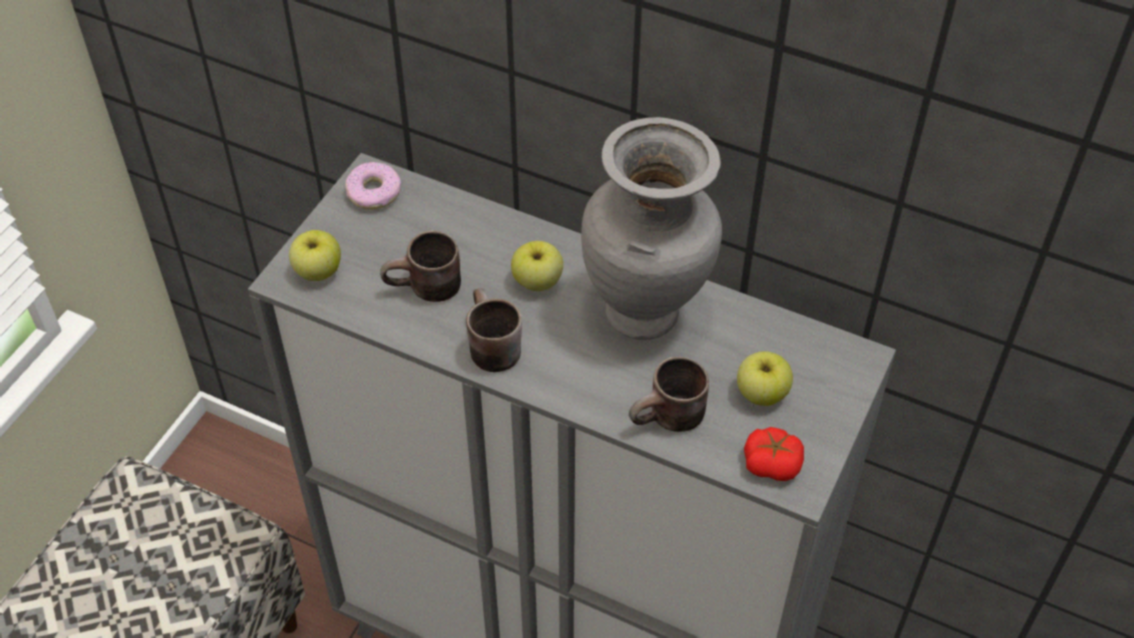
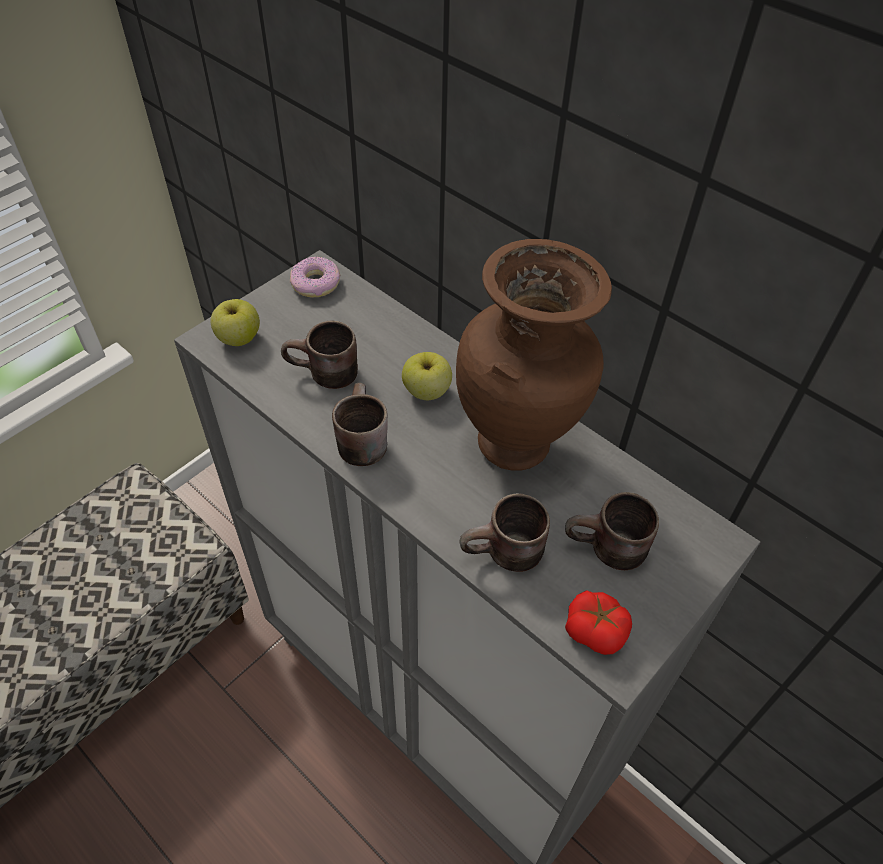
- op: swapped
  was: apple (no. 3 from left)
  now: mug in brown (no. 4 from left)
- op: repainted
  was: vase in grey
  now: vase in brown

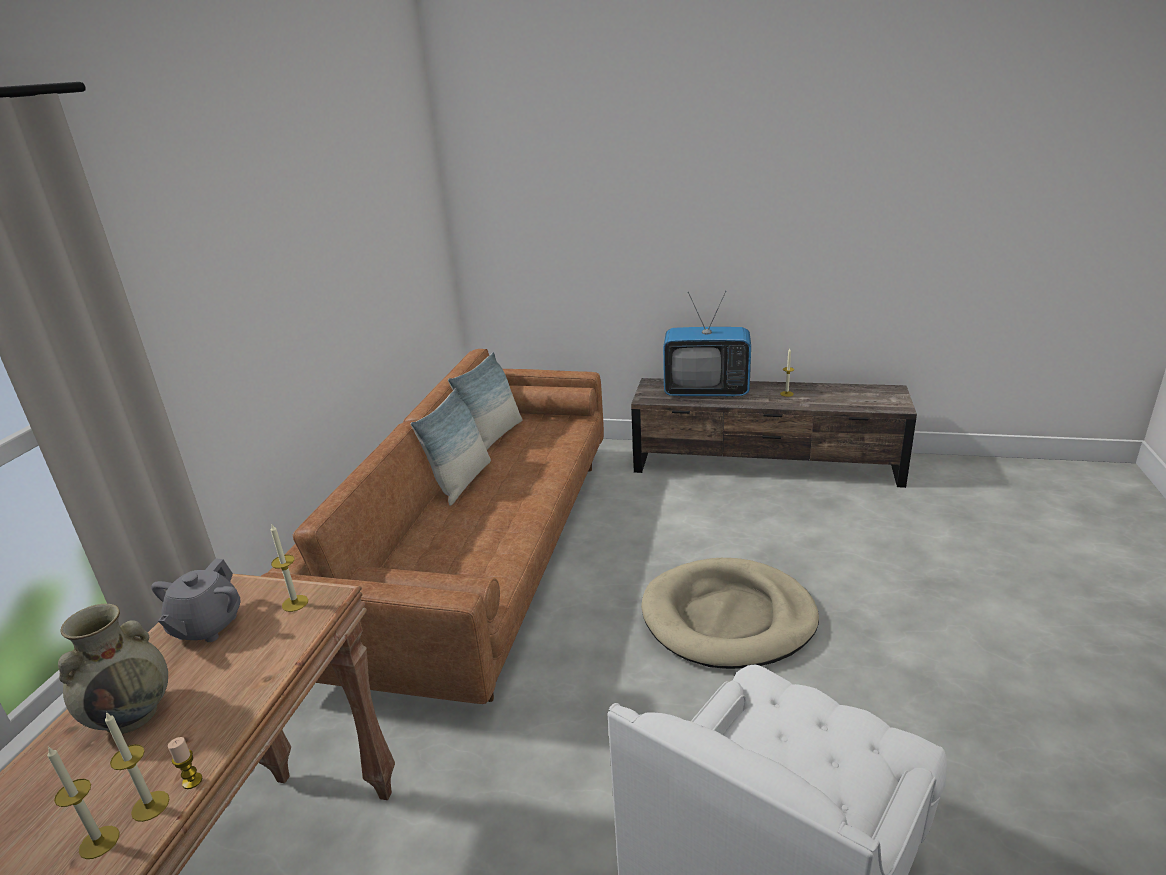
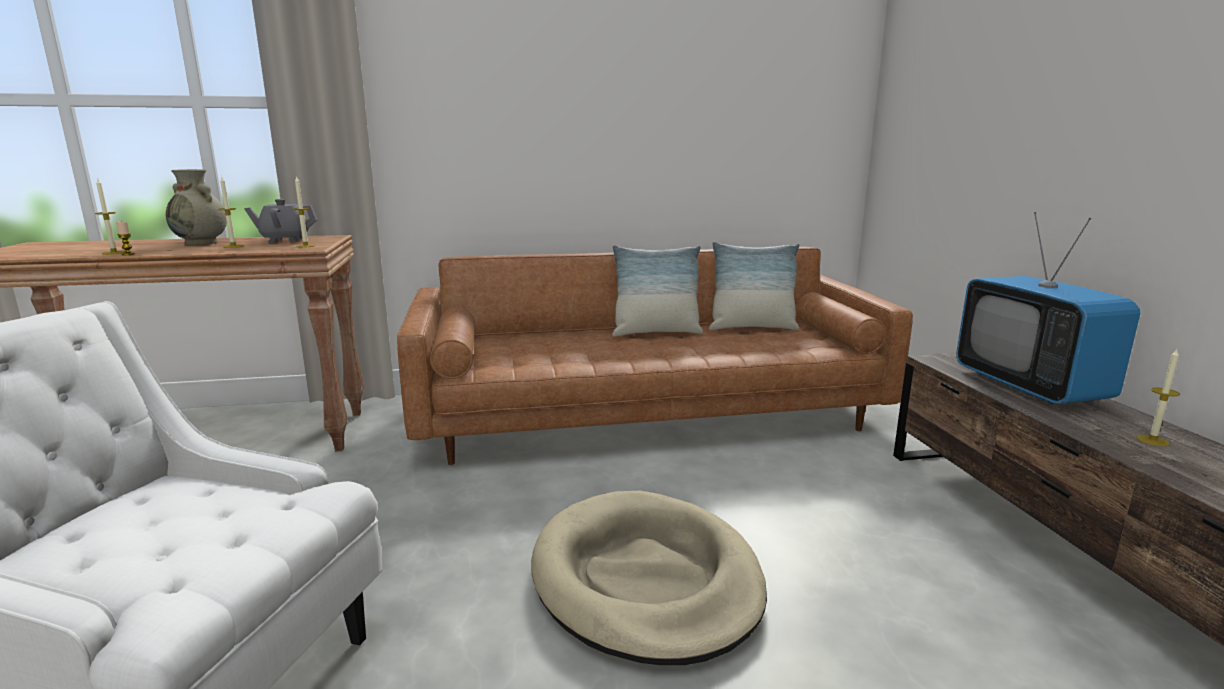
- op: shifted
  was: candle (no. 1 from left in the first image)
  now: candle (no. 3 from left)

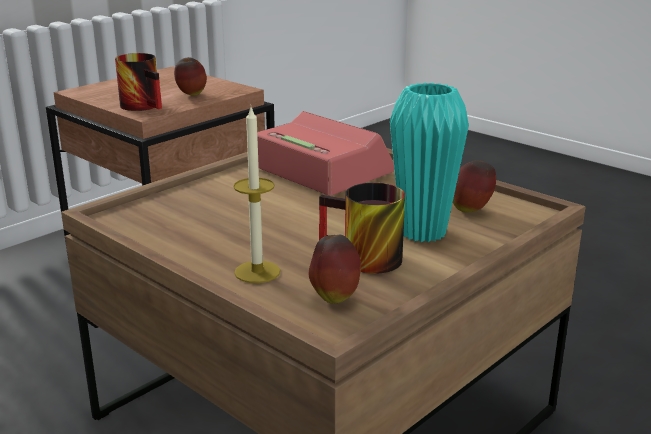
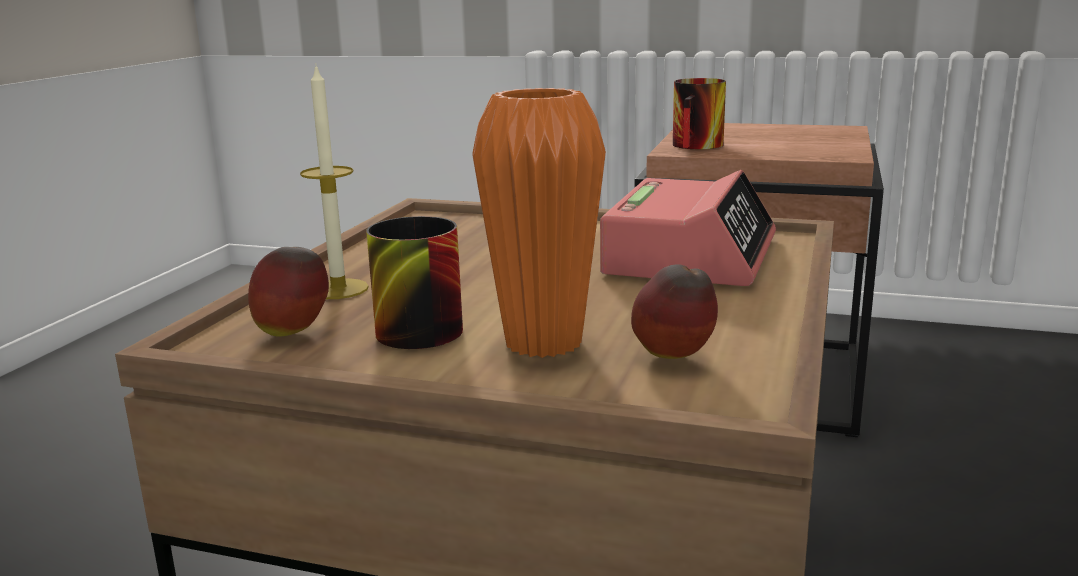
- op: gone
  was: apple (no. 1 from left)
- op: repainted
  was: vase in turquoise
  now: vase in orange

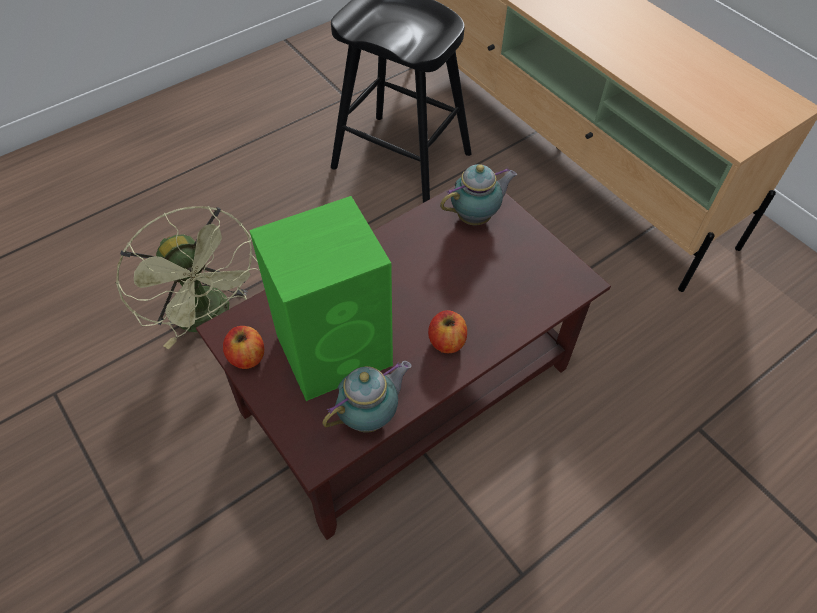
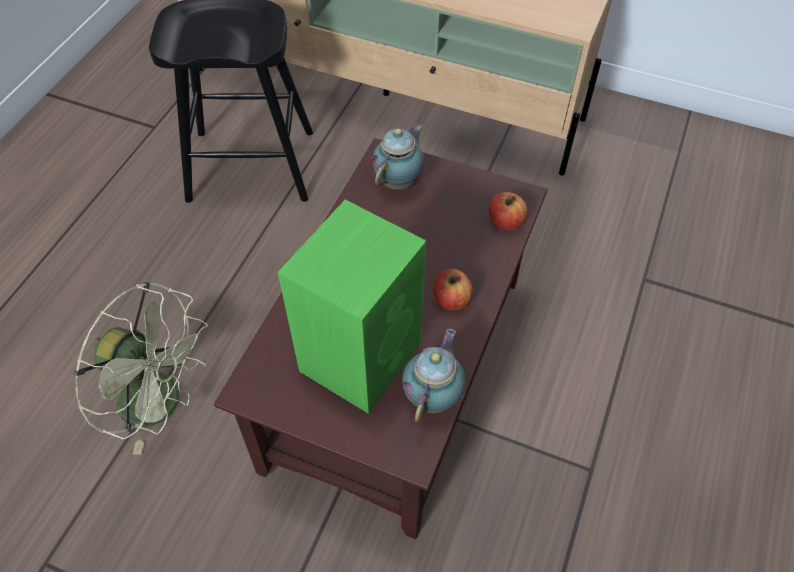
- op: shifted
  was: apple (no. 1 from left in the first image)
  now: apple (no. 2 from left)

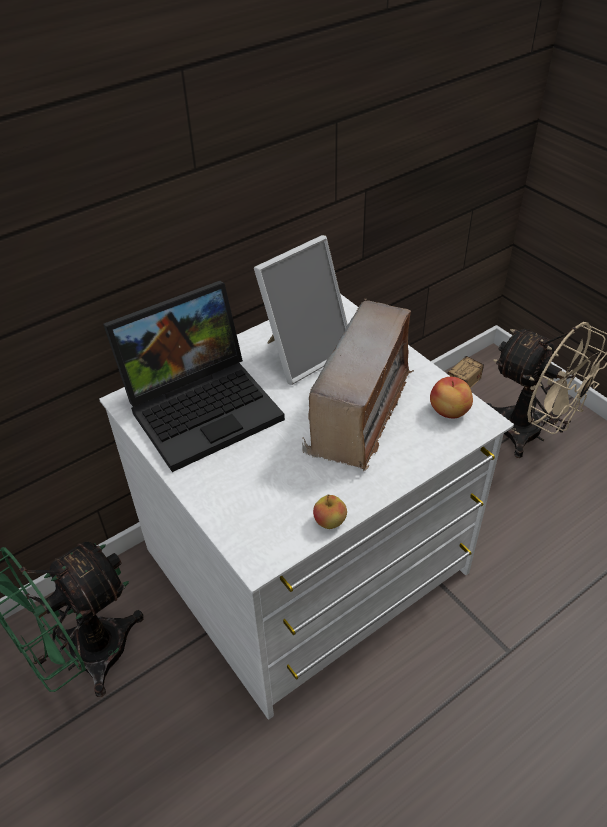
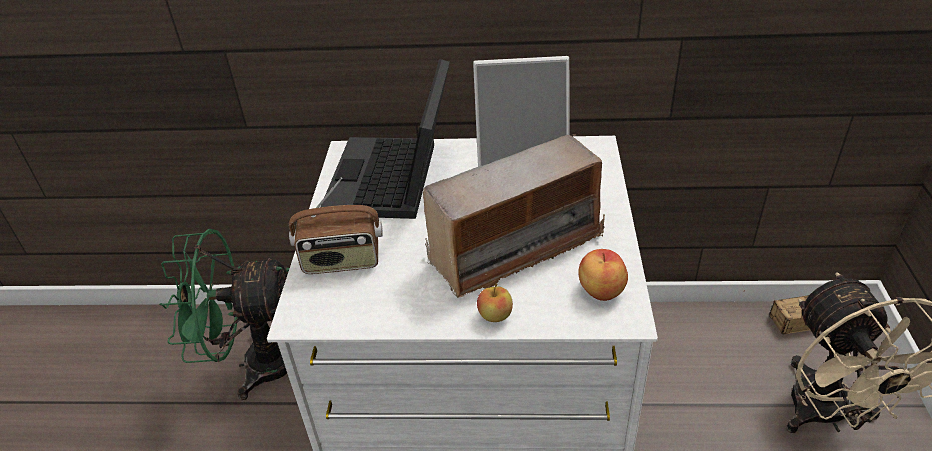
- op: new
  now: radio (no. 1 from left)
- op: shifted
  was: apple (no. 1 from left)
- op: rotated
  was: laptop
  clockwise: 90

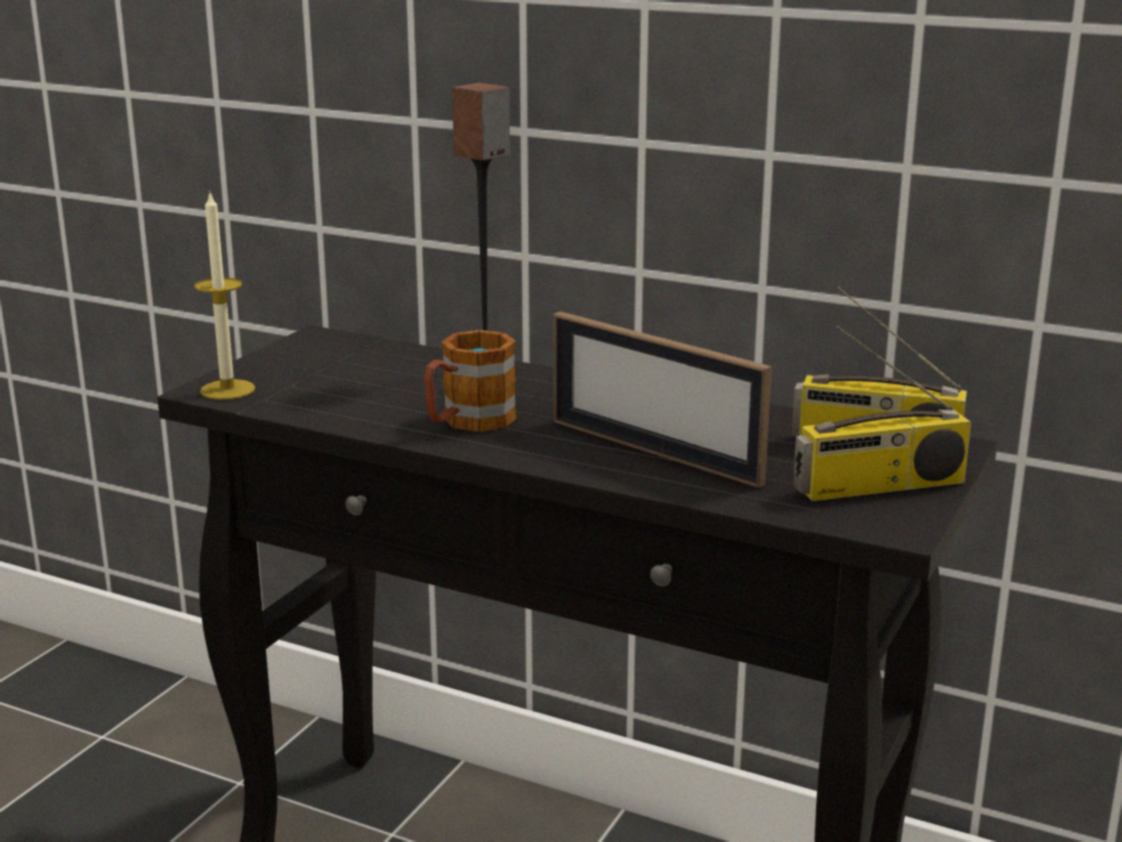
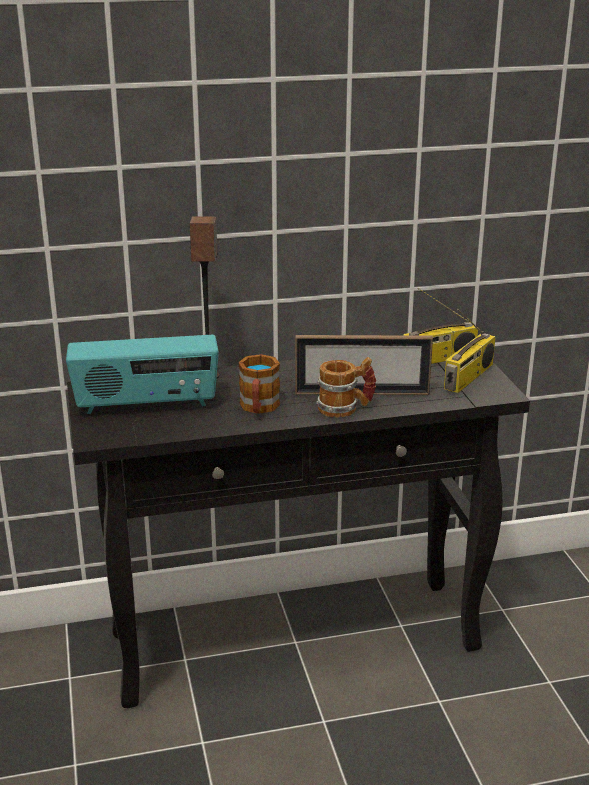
- op: gone
  was: candle
- op: new
  now: radio (no. 1 from left)
- op: new
  now: mug (no. 2 from left)

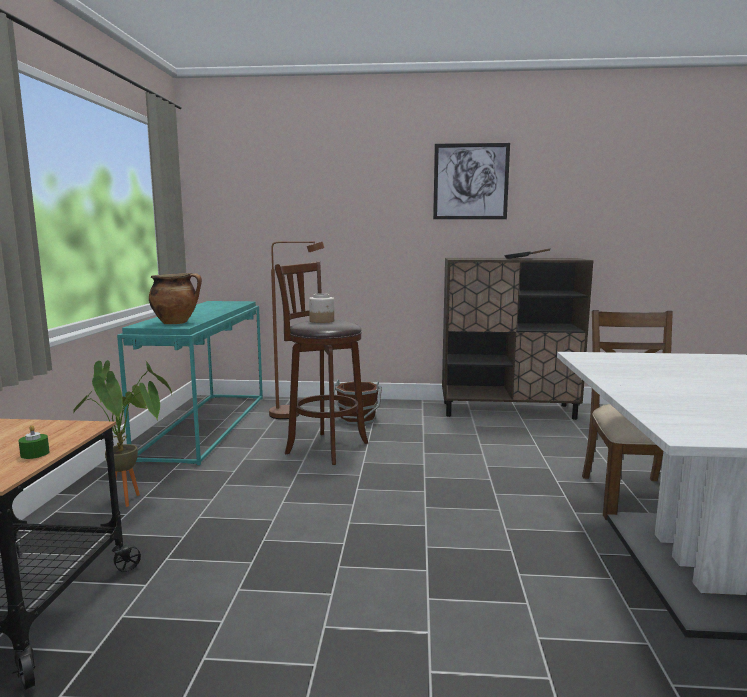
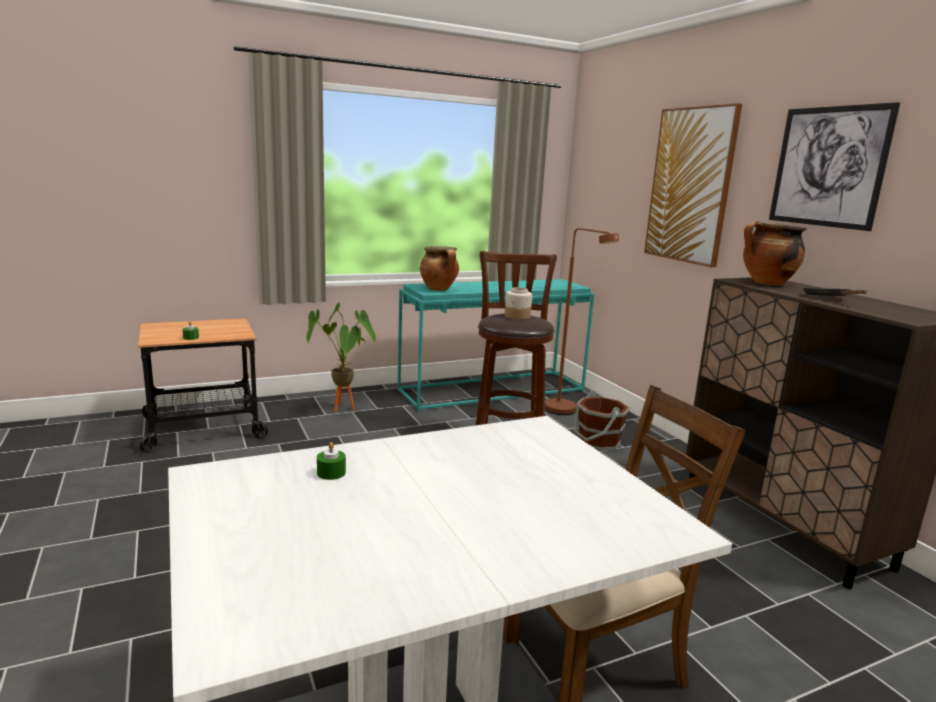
- op: new
  now: candle in green (no. 2 from left)
- op: new
  now: picture (no. 1 from left)
- op: new
  now: cooking pot (no. 2 from left)

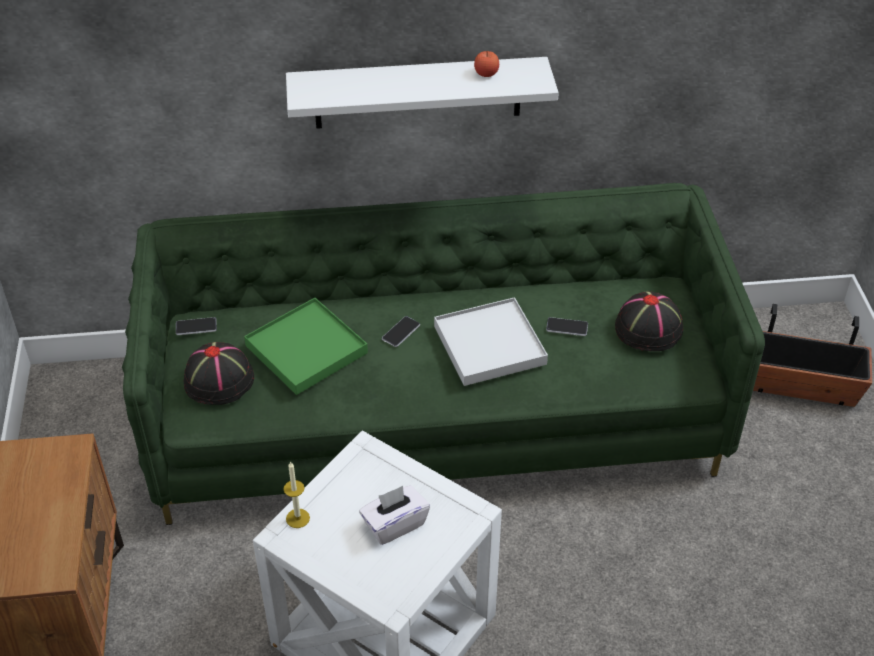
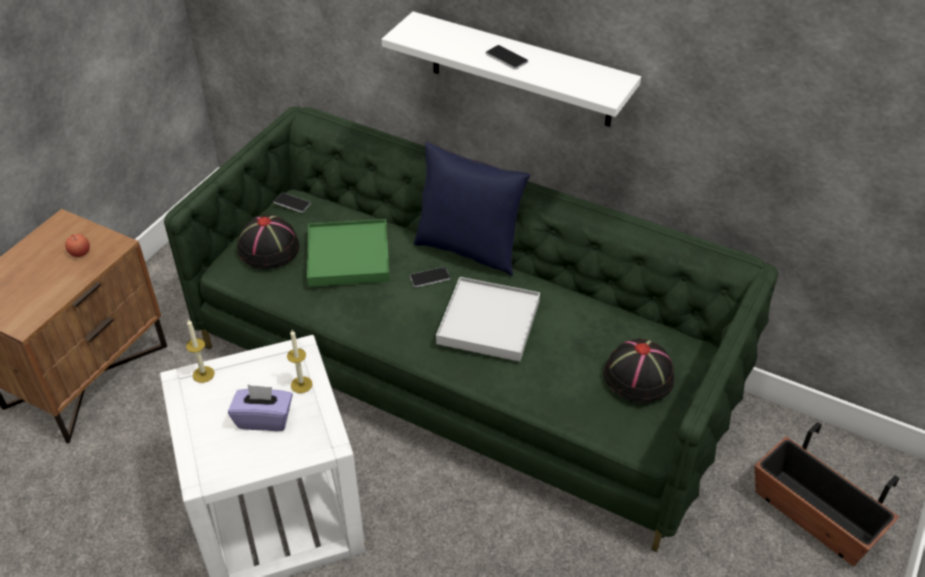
- op: new
  now: candle (no. 2 from left)
- op: new
  now: pillow in blue
- op: shifted
  was: apple
- op: shifted
  was: phone (no. 3 from left)
- op: repainted
  was: tissue box in white
  now: tissue box in purple

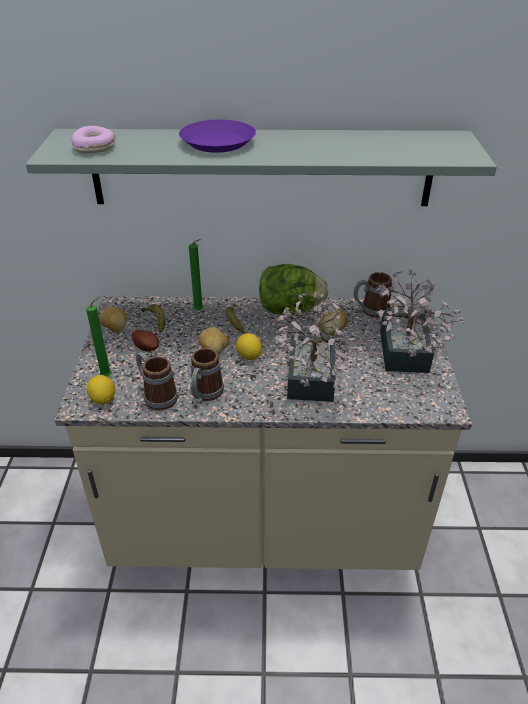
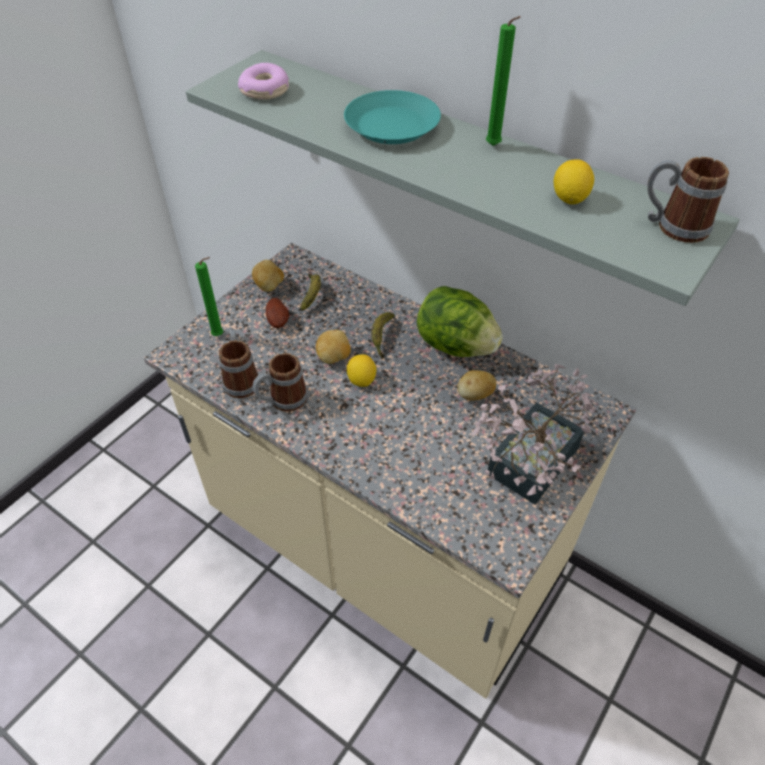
- op: gone
  was: potted plant (no. 1 from left)
- op: shifted
  was: lemon (no. 1 from left in the first image)
  now: lemon (no. 2 from left)
- op: shifted
  was: candle in green (no. 2 from left)
- op: shifted
  was: mug (no. 3 from left)
- op: repainted
  was: plate in purple
  now: plate in turquoise

